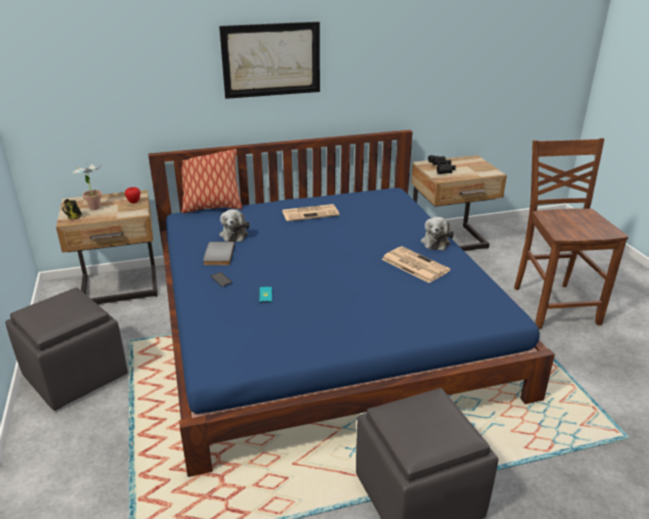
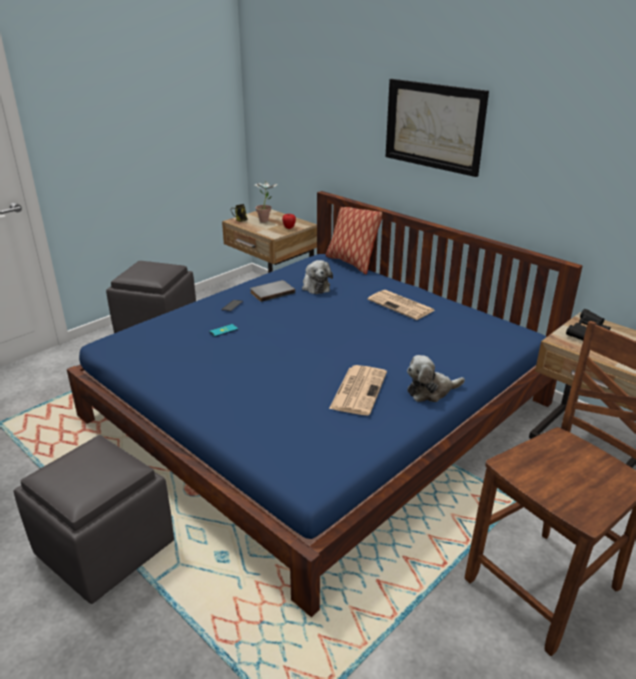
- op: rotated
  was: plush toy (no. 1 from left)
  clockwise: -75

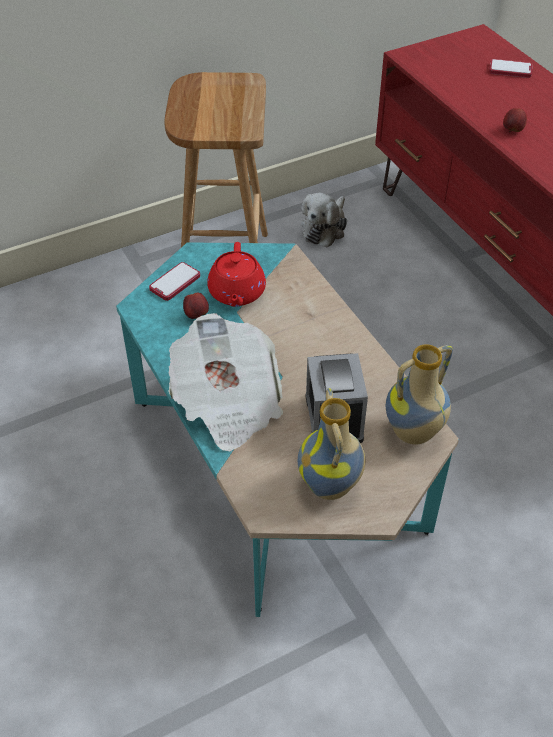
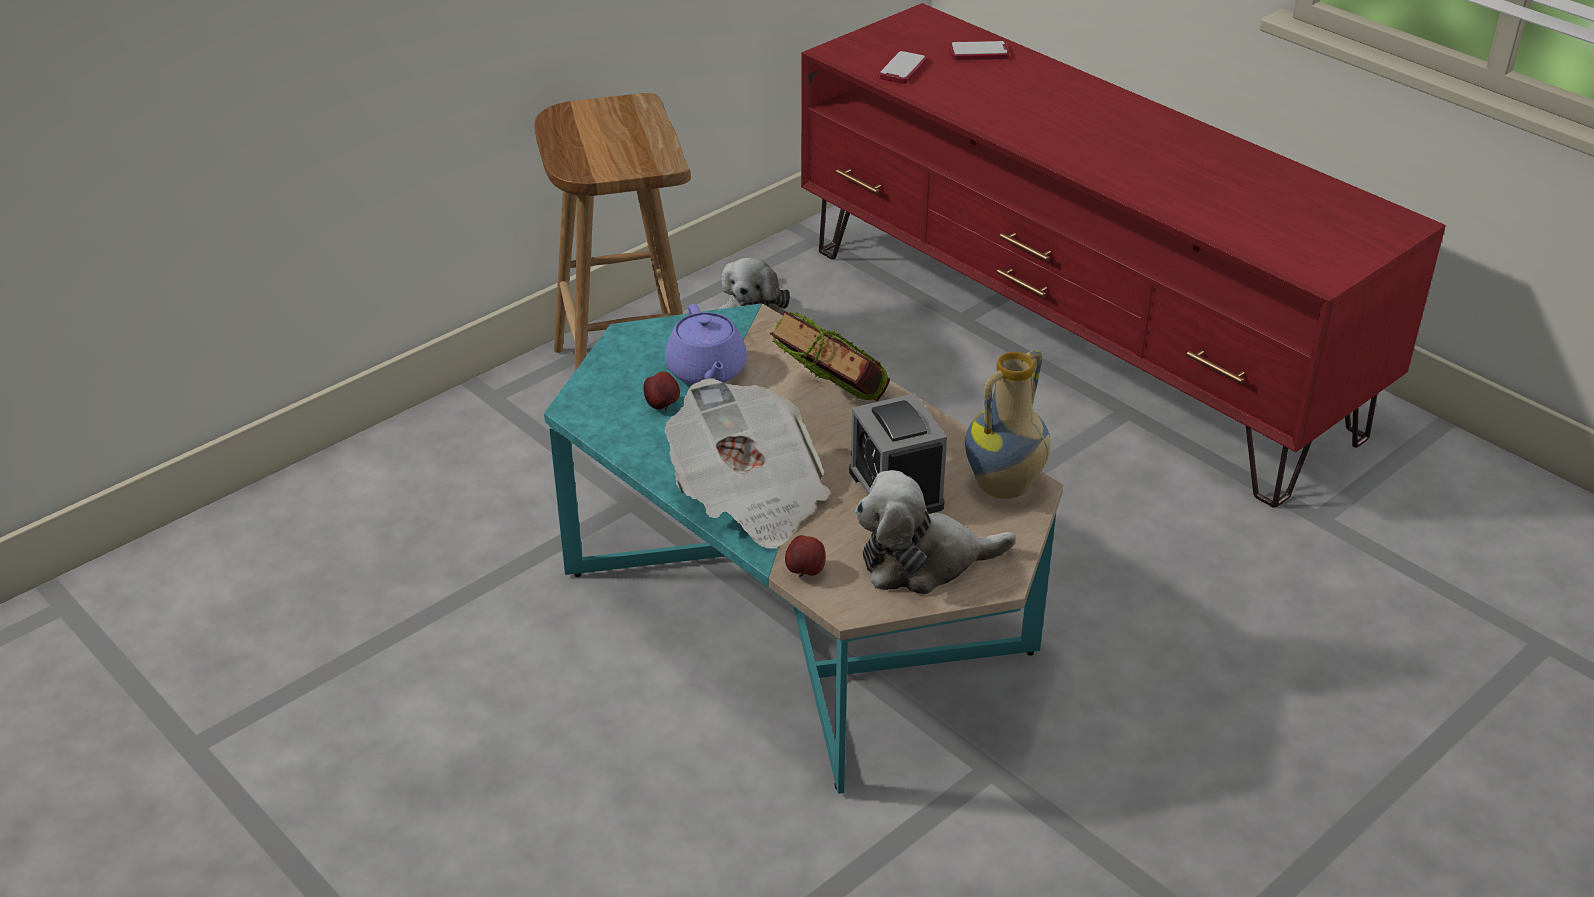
- op: new
  now: book
- op: shifted
  was: phone (no. 1 from left)
- op: shifted
  was: apple (no. 2 from left)
- op: swapped
  was: vase (no. 1 from left)
  now: plush toy (no. 2 from left)
- op: repainted
  was: teapot in red
  now: teapot in purple

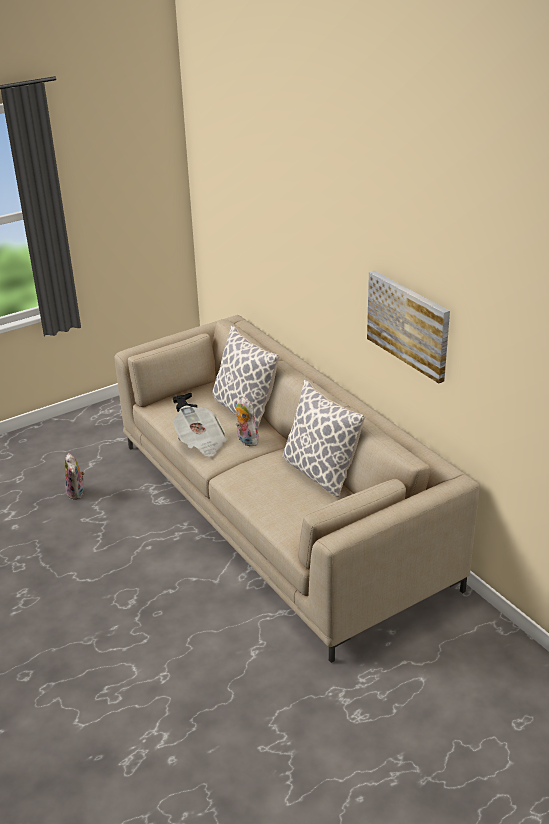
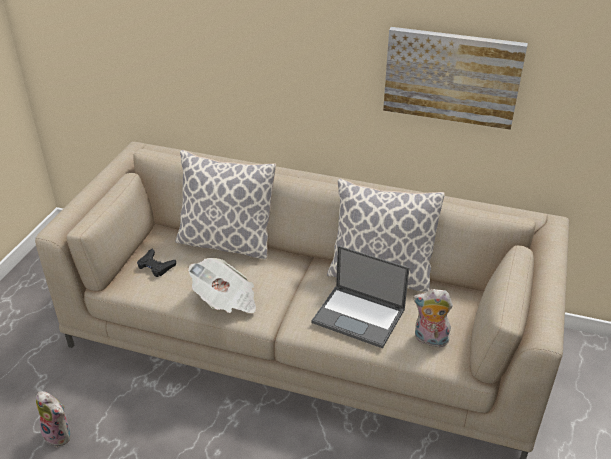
- op: new
  now: laptop
- op: shifted
  was: plush toy (no. 2 from left)

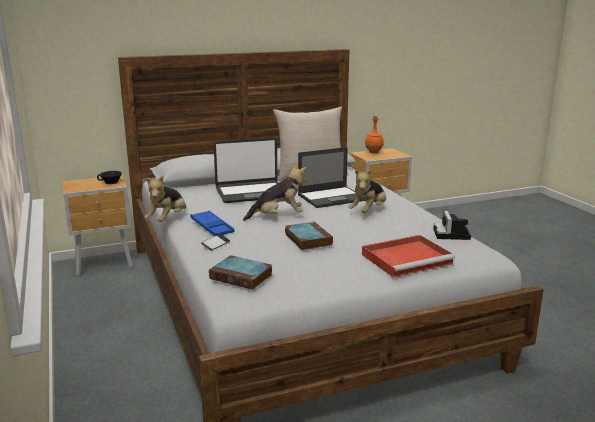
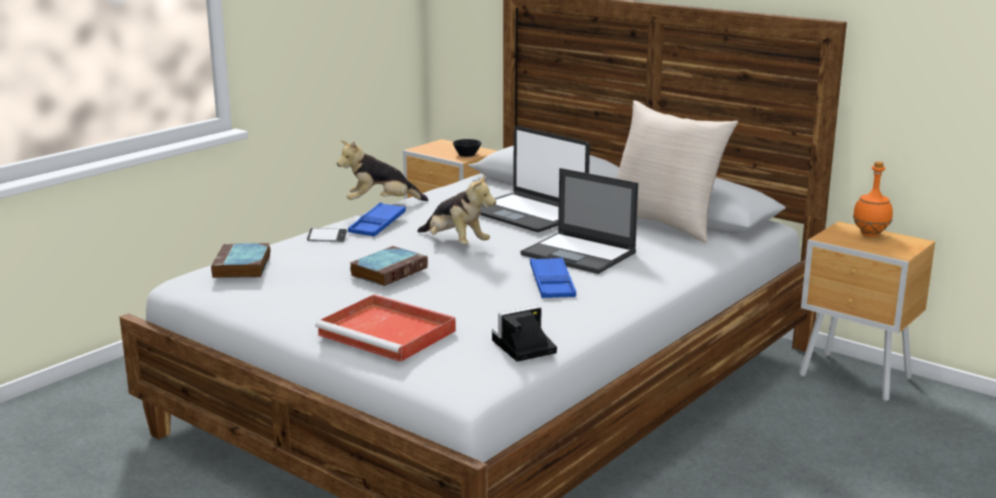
- op: swapped
  was: plush toy (no. 3 from left)
  now: tray in blue (no. 2 from left)

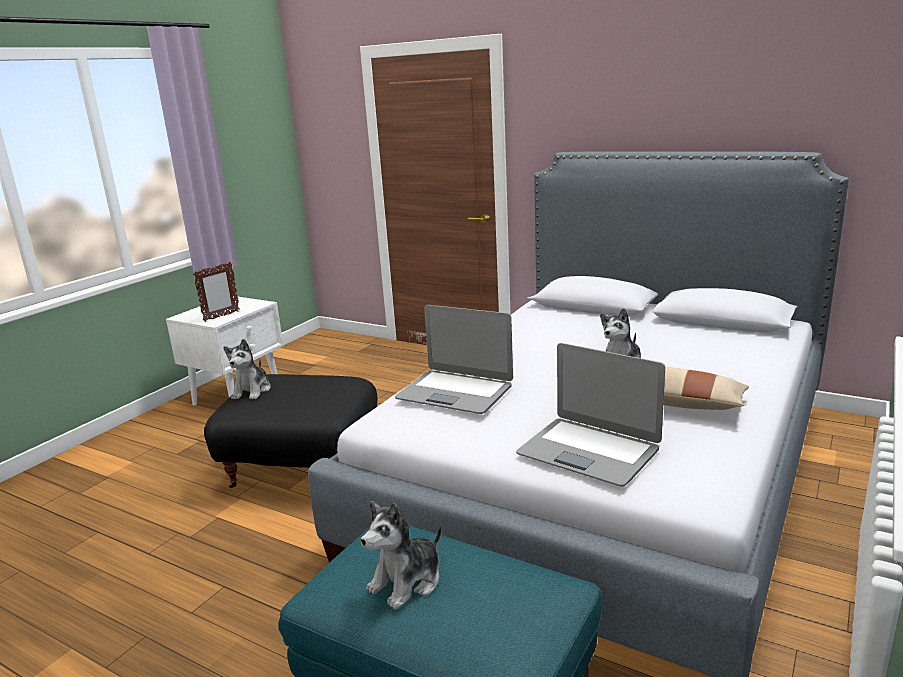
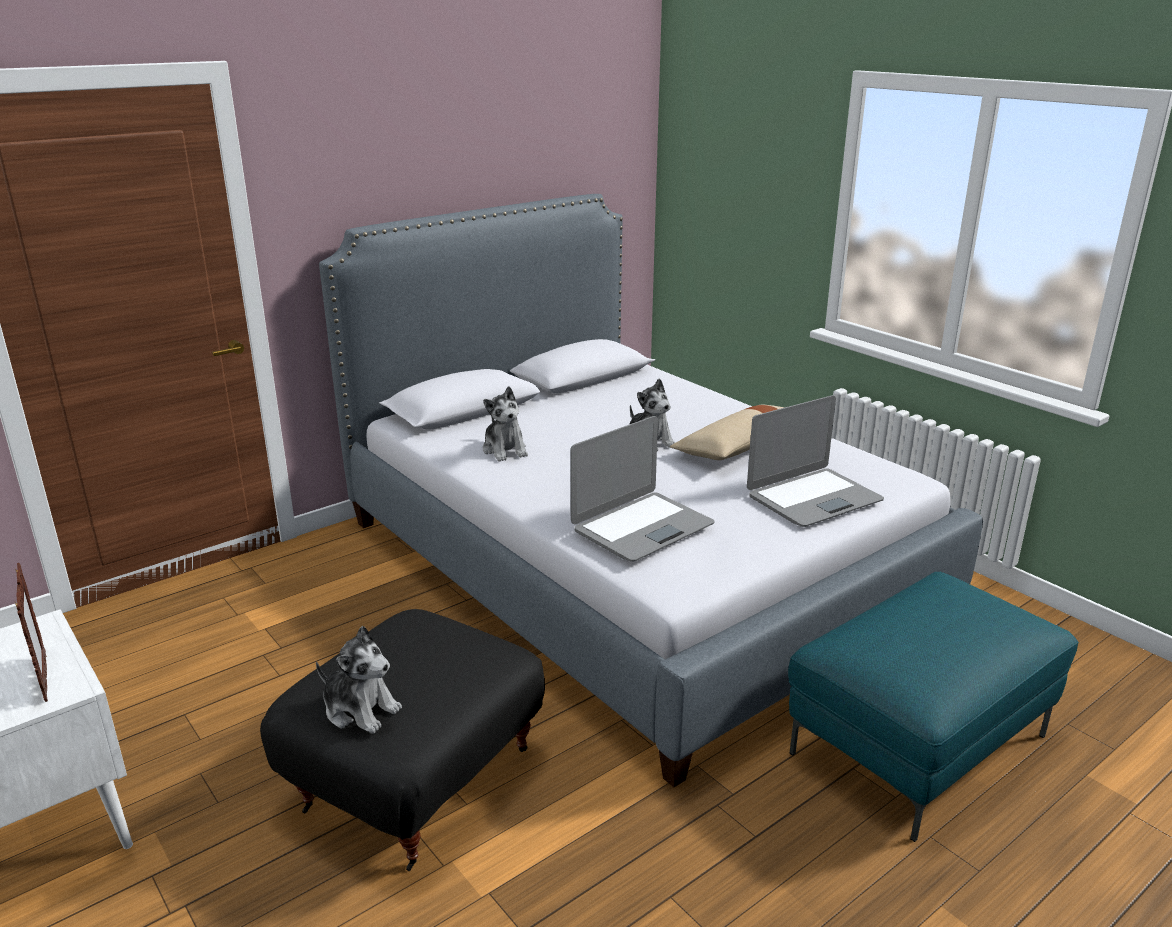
- op: shifted
  was: plush toy (no. 2 from left)

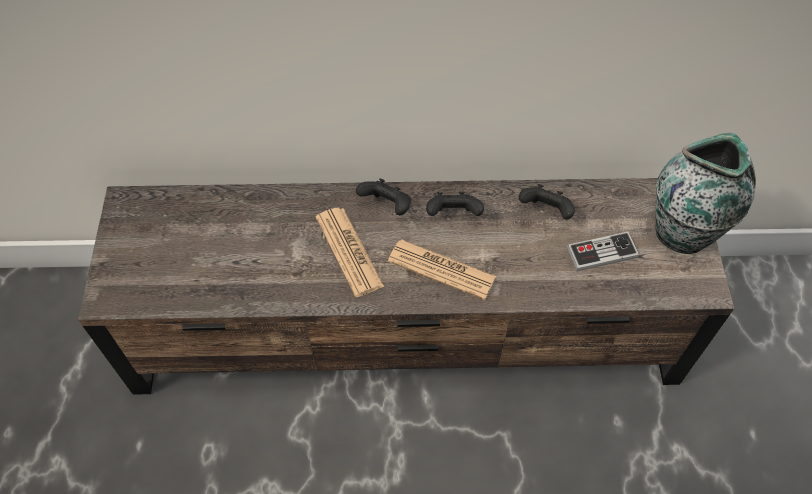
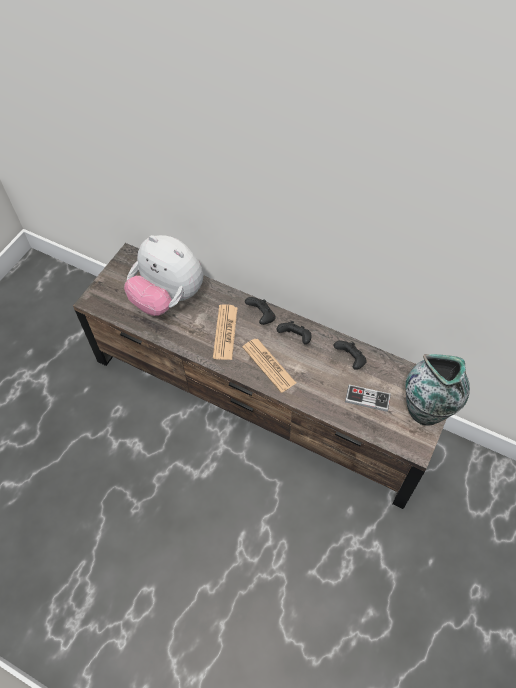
- op: new
  now: plush toy

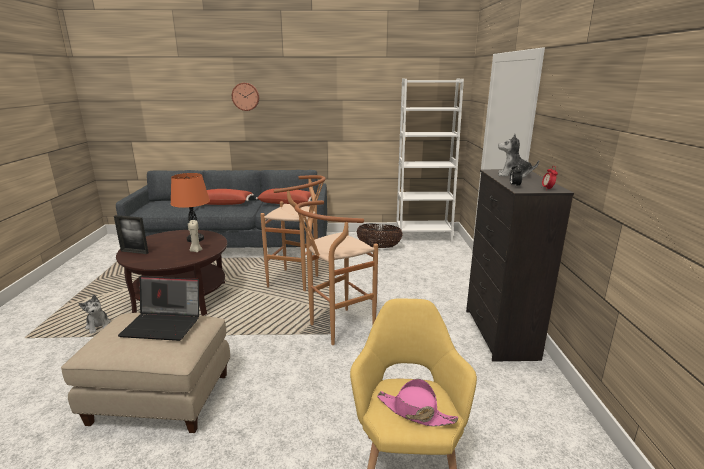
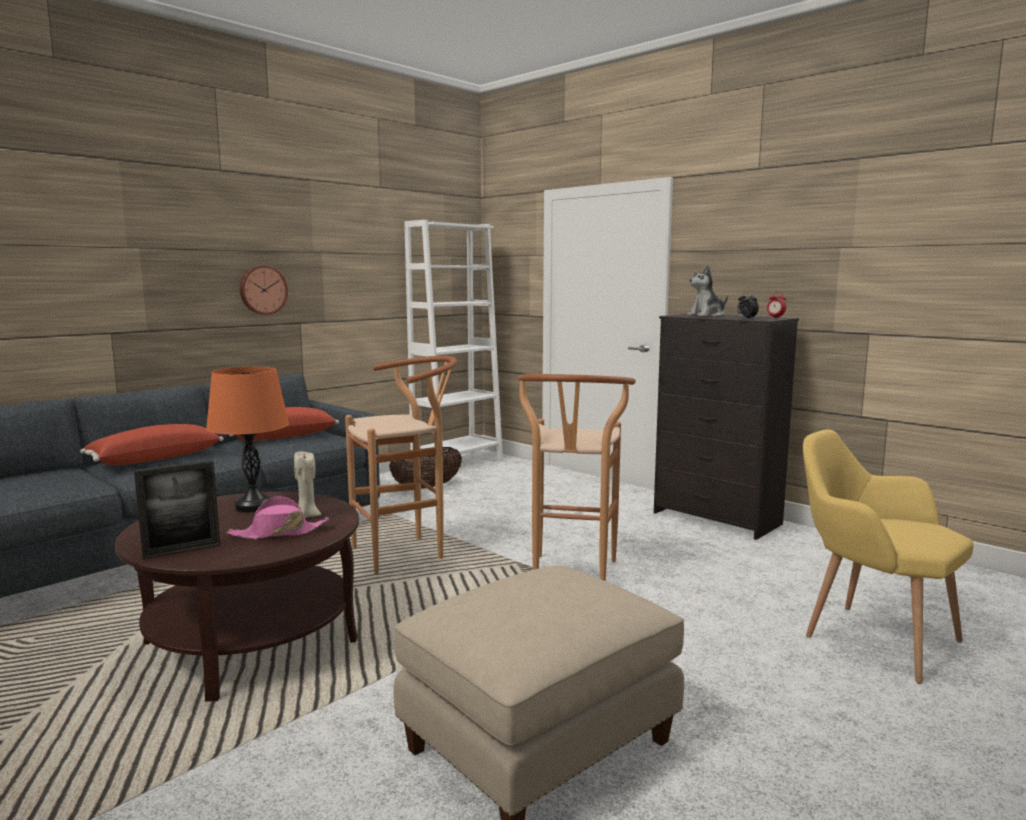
- op: gone
  was: plush toy (no. 1 from left)
- op: gone
  was: laptop
- op: shifted
  was: wall clock
- op: shifted
  was: hat in pink

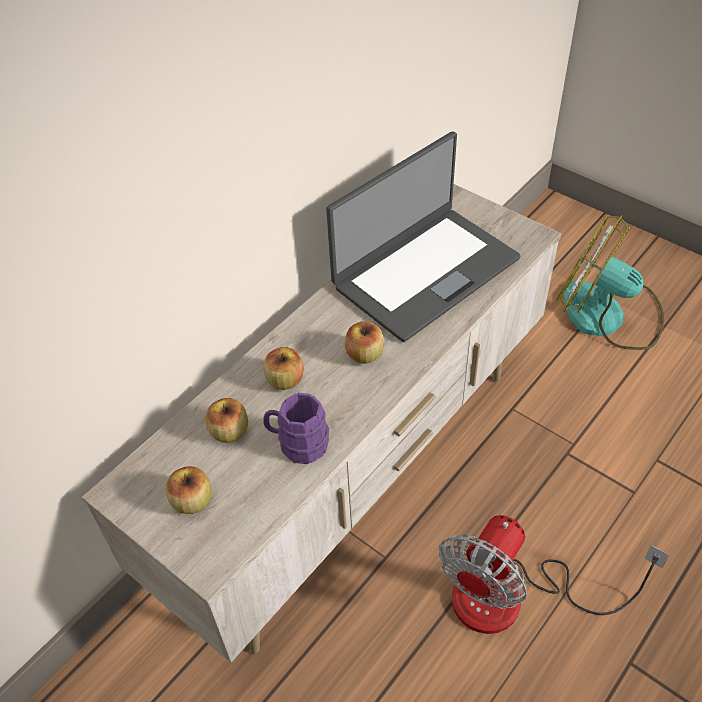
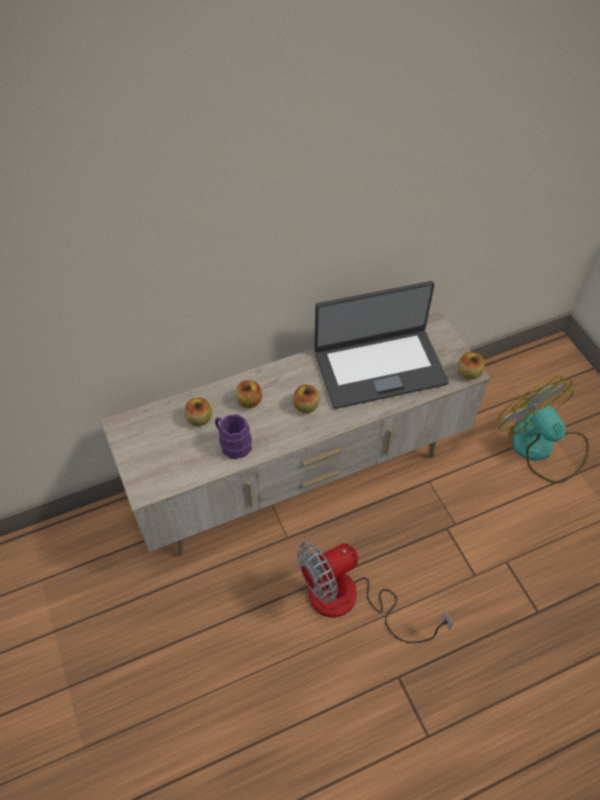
- op: shifted
  was: apple (no. 1 from left in the first image)
  now: apple (no. 4 from left)

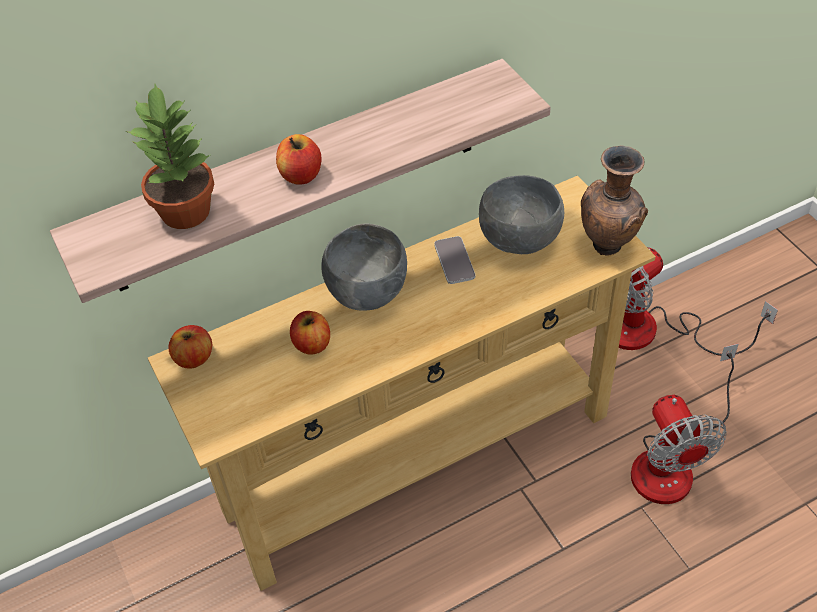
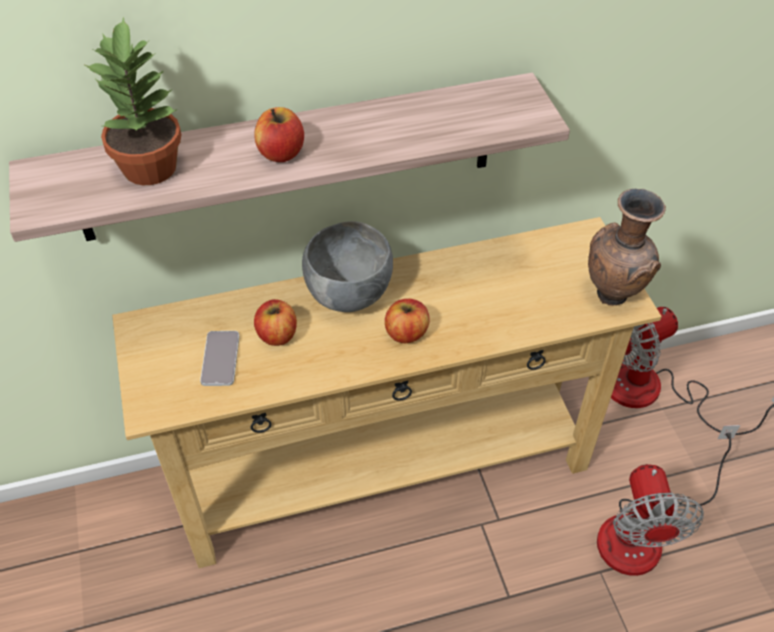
- op: gone
  was: bowl in grey (no. 2 from left)
- op: shifted
  was: apple (no. 1 from left in the first image)
  now: apple (no. 3 from left)
- op: shifted
  was: phone

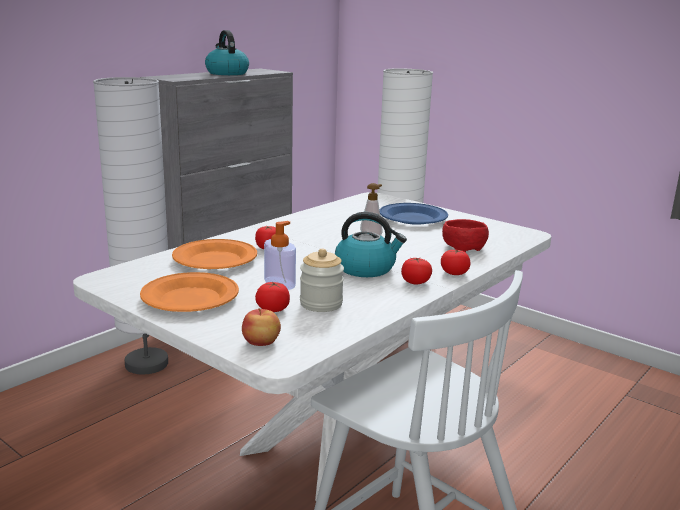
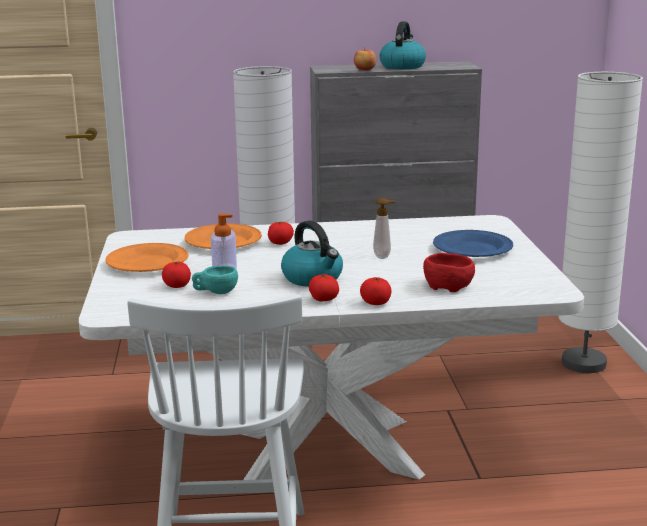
- op: shifted
  was: apple
- op: swapped
  was: jar
  now: cup in turquoise

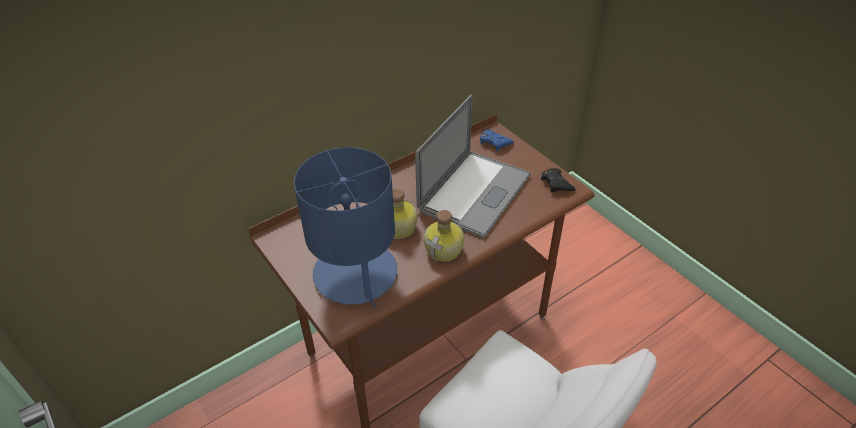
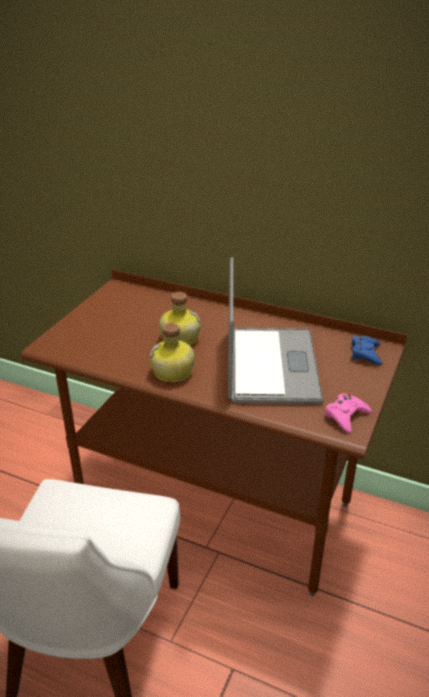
- op: gone
  was: table lamp in blue
- op: repainted
  was: game controller in black
  now: game controller in pink
- op: rotated
  was: laptop
  clockwise: -90

